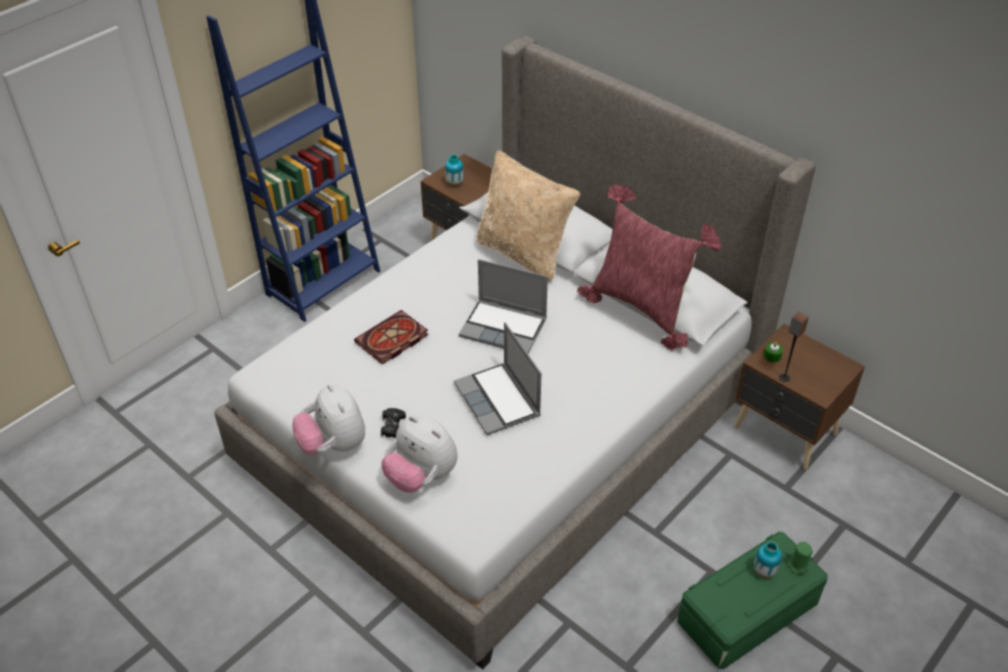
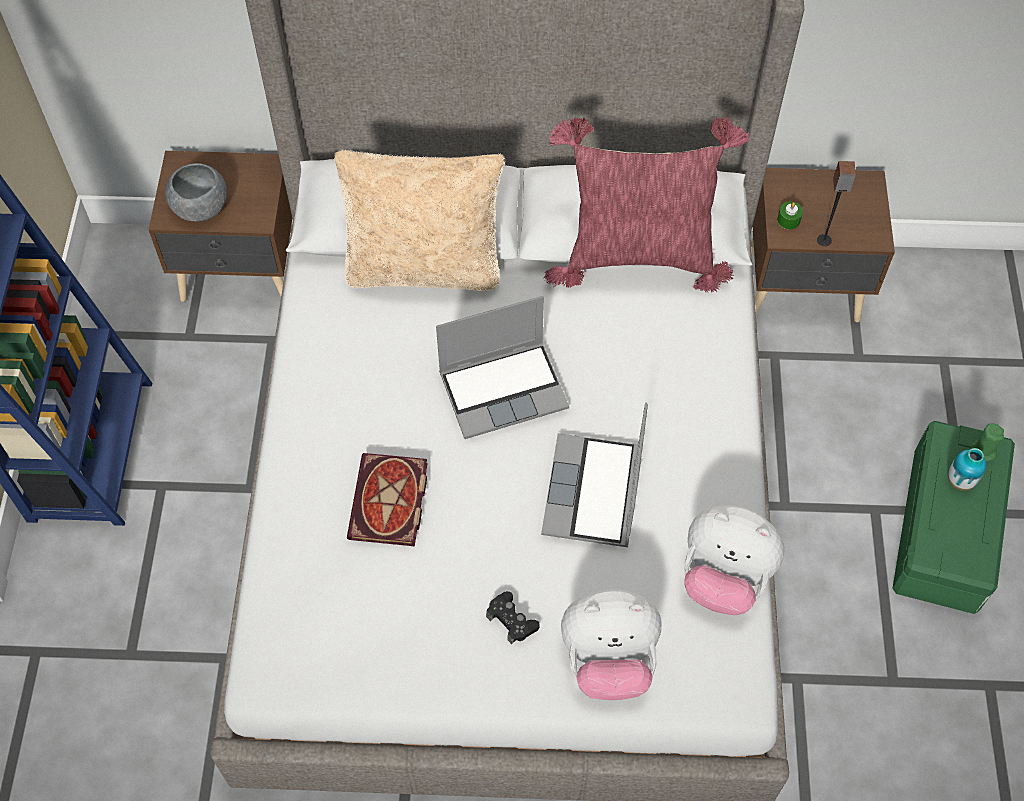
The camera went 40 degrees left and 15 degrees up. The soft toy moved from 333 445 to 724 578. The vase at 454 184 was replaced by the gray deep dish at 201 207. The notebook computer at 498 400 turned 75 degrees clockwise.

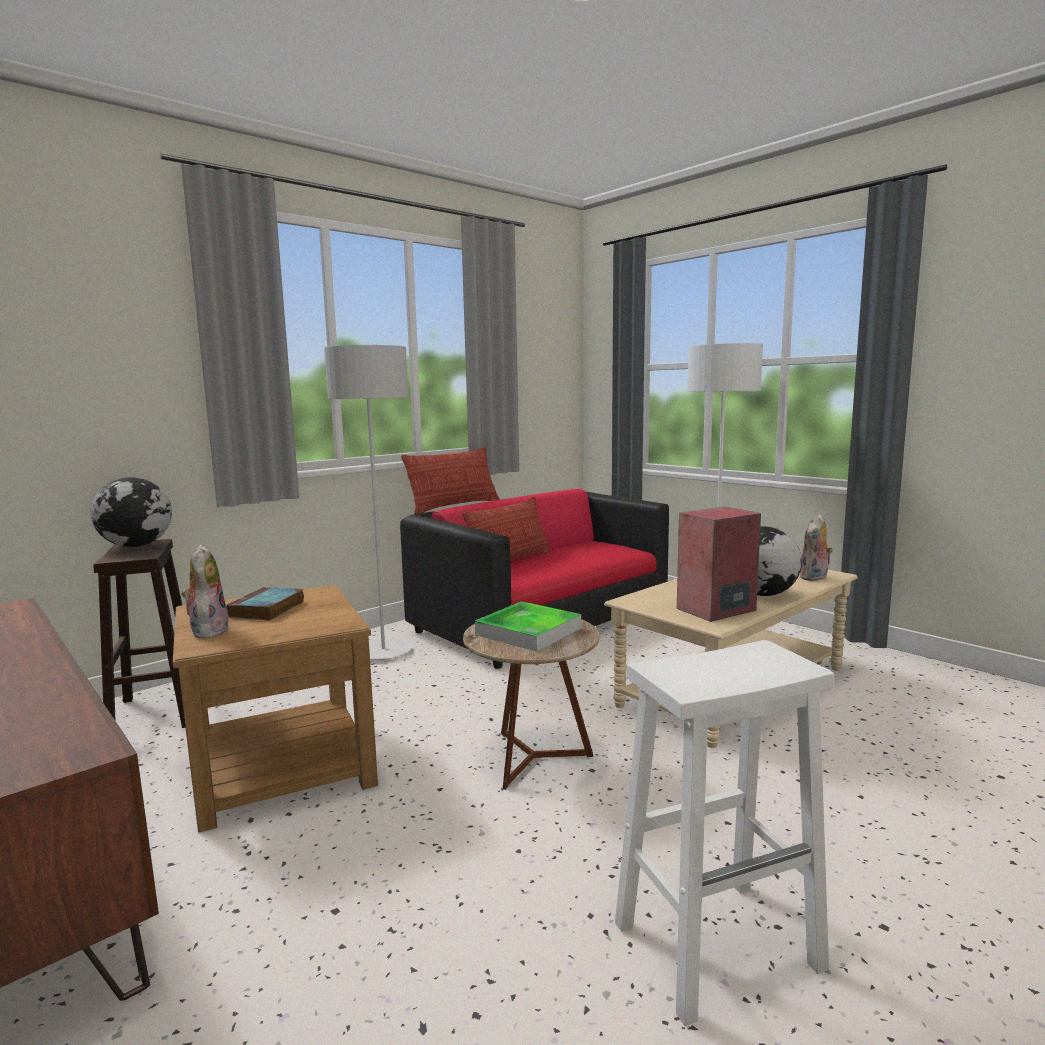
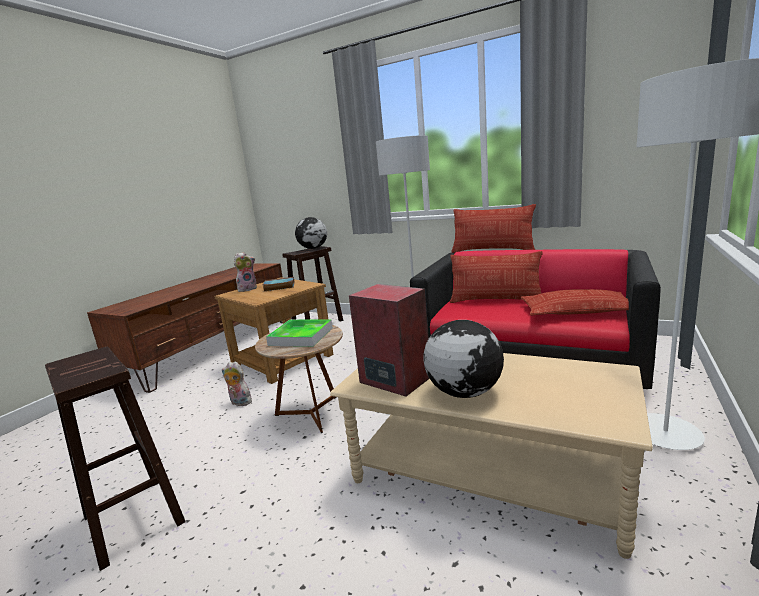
The camera went 70 degrees right and 5 degrees up. The throw pillow at 577 311 appeared. The soft toy moved from 814 578 to 239 403. The white stool seat at 719 944 became the brown-coloured stool seat at 134 520.

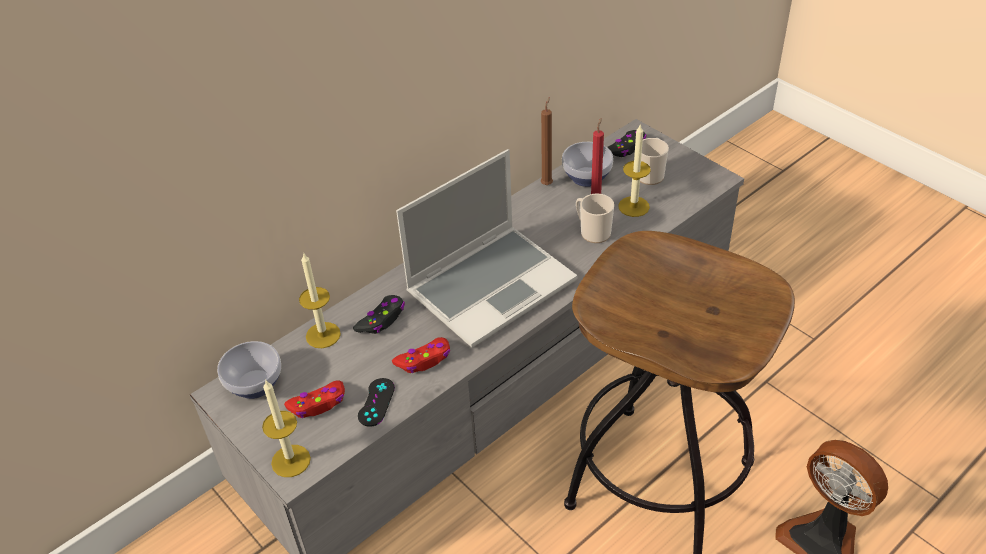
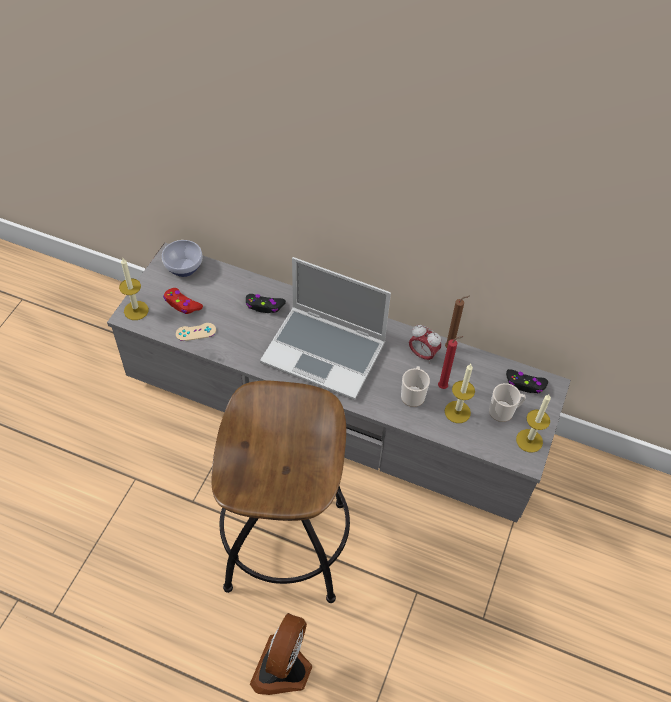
The camera went 60 degrees right and 10 degrees up. The red game controller at 424 360 disappeared. The deep dish at 585 177 disappeared. The bedside clock at 422 354 appeared. The wax candle moved from 323 335 to 529 440. The black game controller at 376 402 became the beige game controller at 196 332.

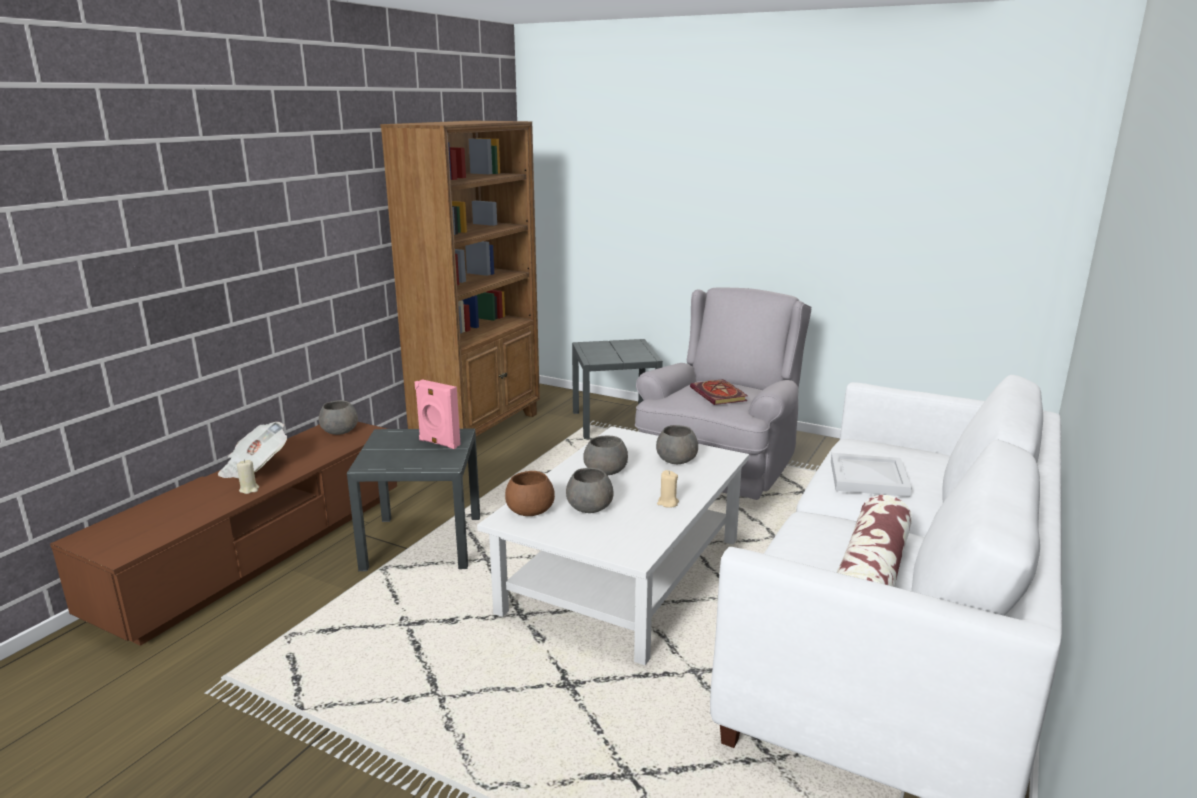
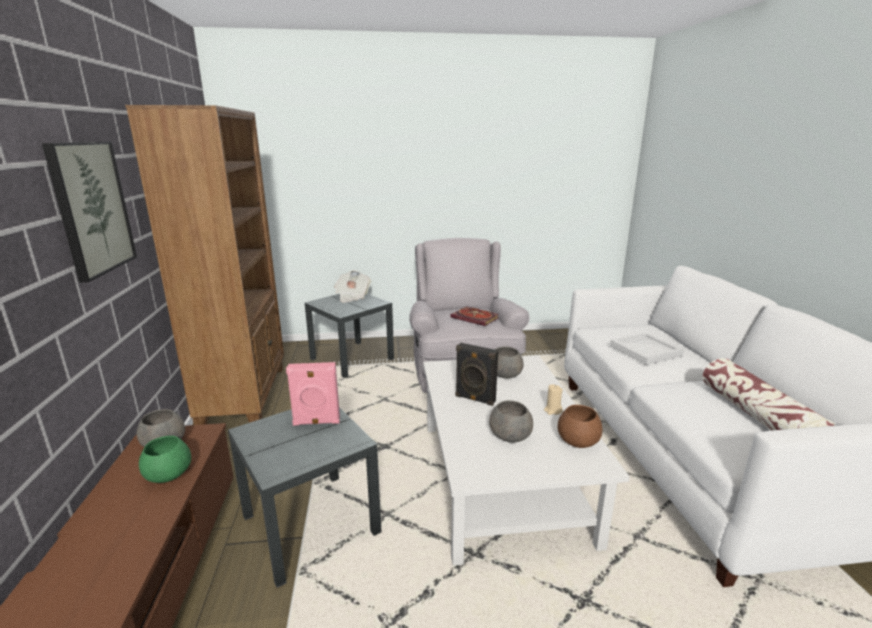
The camera went 35 degrees left and 0 degrees up. The beige wax candle at 249 489 disappeared. The wall art at 91 208 appeared. The green-coloured deep dish at 168 474 appeared. The newspaper moved from 255 467 to 352 296. The brown-coloured deep dish moved from 529 510 to 578 441. The gray deep dish at 606 470 was replaced by the black audio speaker at 475 399.

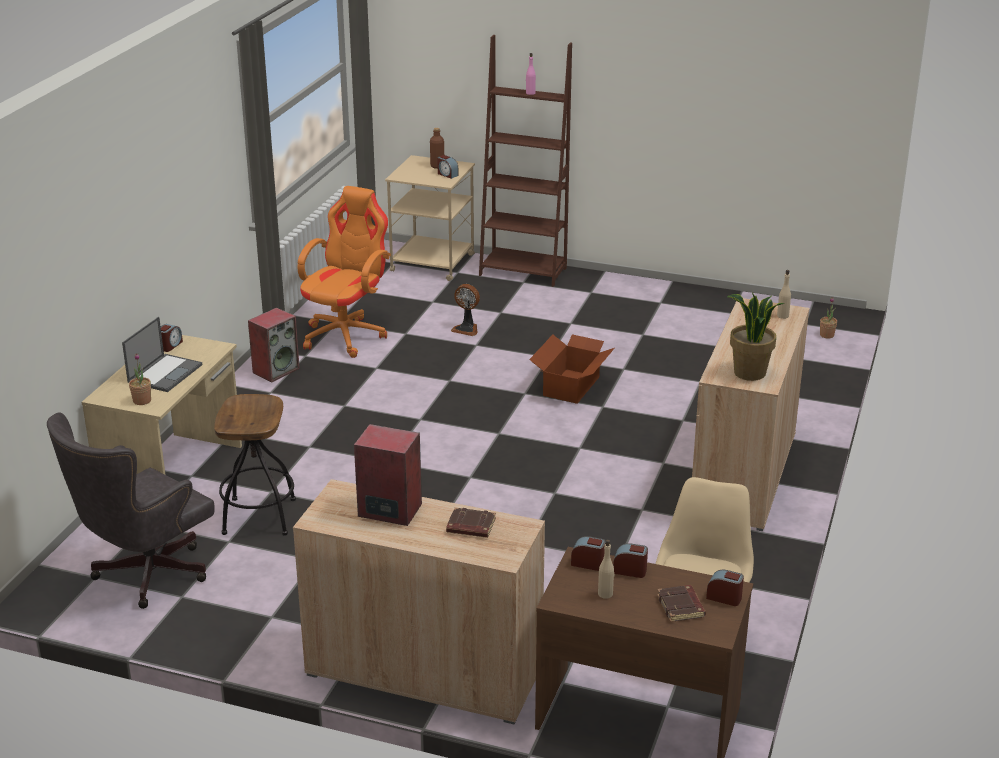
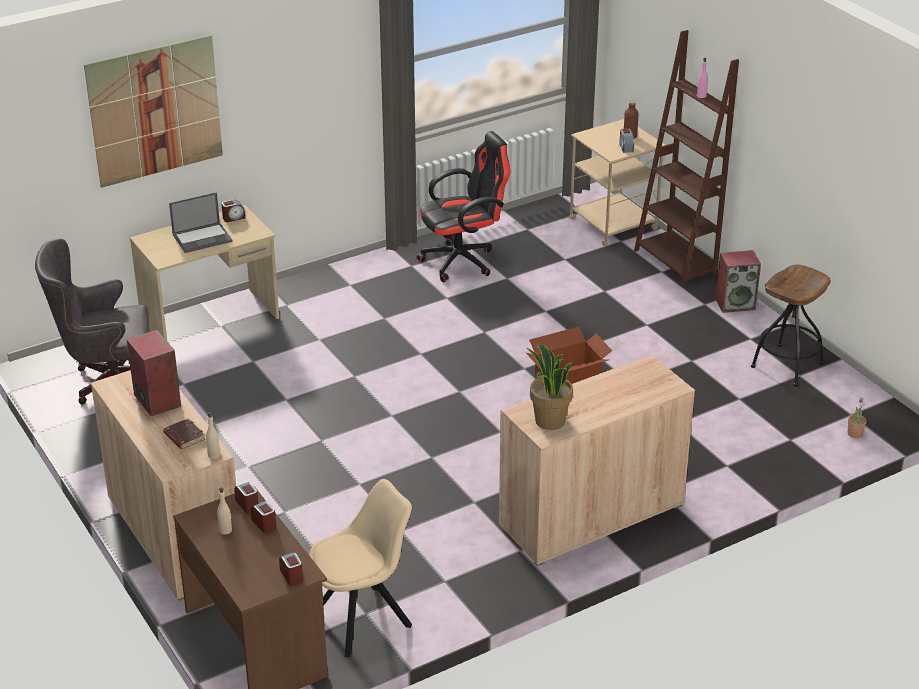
The camera went 40 degrees right and 5 degrees up. The houseplant at 142 401 disappeared. The electric fan at 466 329 disappeared. The brown-coloured bound book at 681 607 disappeared. The wall art at 155 111 appeared. The brown-coloured stool seat moved from 259 516 to 787 365. The audio speaker moved from 276 370 to 735 304. The beige drink bottle moved from 782 316 to 214 455. The orange office chair at 347 334 became the black office chair at 464 261.

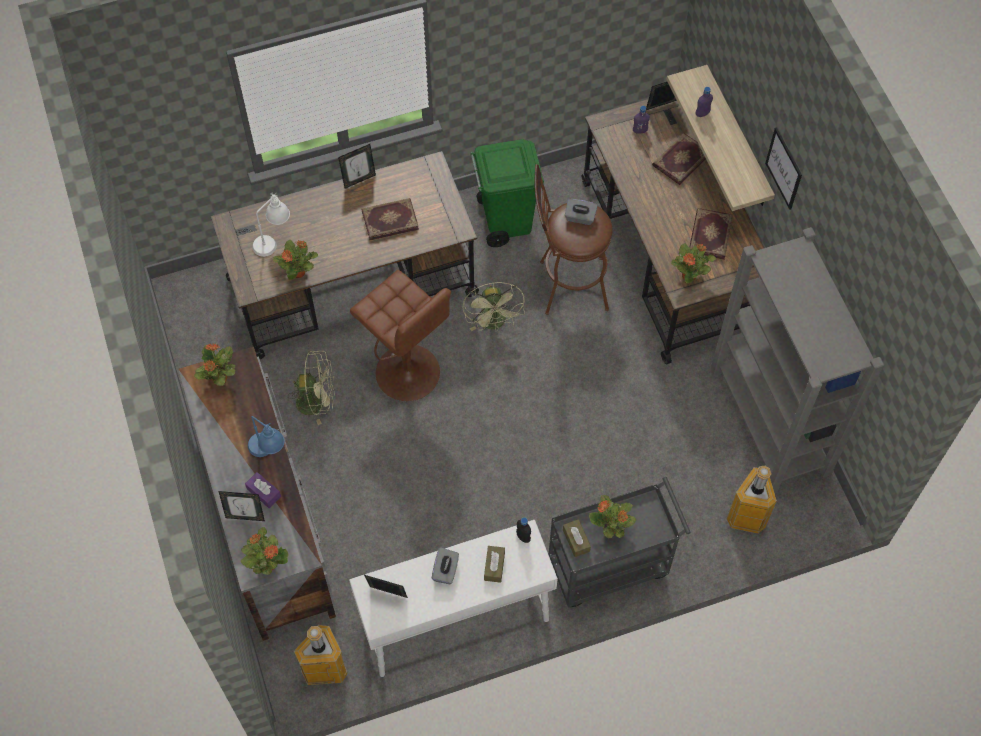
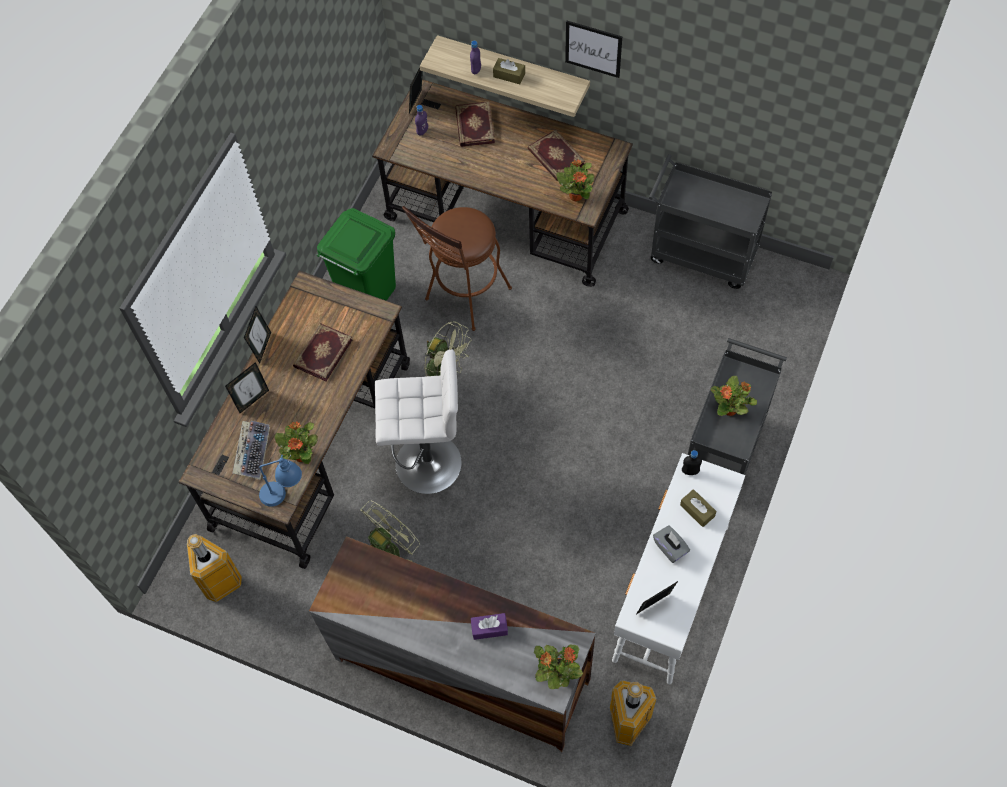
The camera went 45 degrees left and 0 degrees up. The houseplant at 219 378 disappeared. The gray box of tissues at 580 217 disappeared. The standing frame moved from 245 516 to 252 400. The blue-coloured tabletop lamp moved from 269 452 to 284 492. The brown-coloured box of tissues moved from 576 540 to 509 75. The waste bin moved from 747 515 to 220 580. The white tabletop lamp at 273 240 was replaced by the PC keyboard at 252 451. The gray bookcase at 770 421 was replaced by the gray trolley at 699 258. The brown-coloured stool seat at 407 373 became the white stool seat at 429 464.

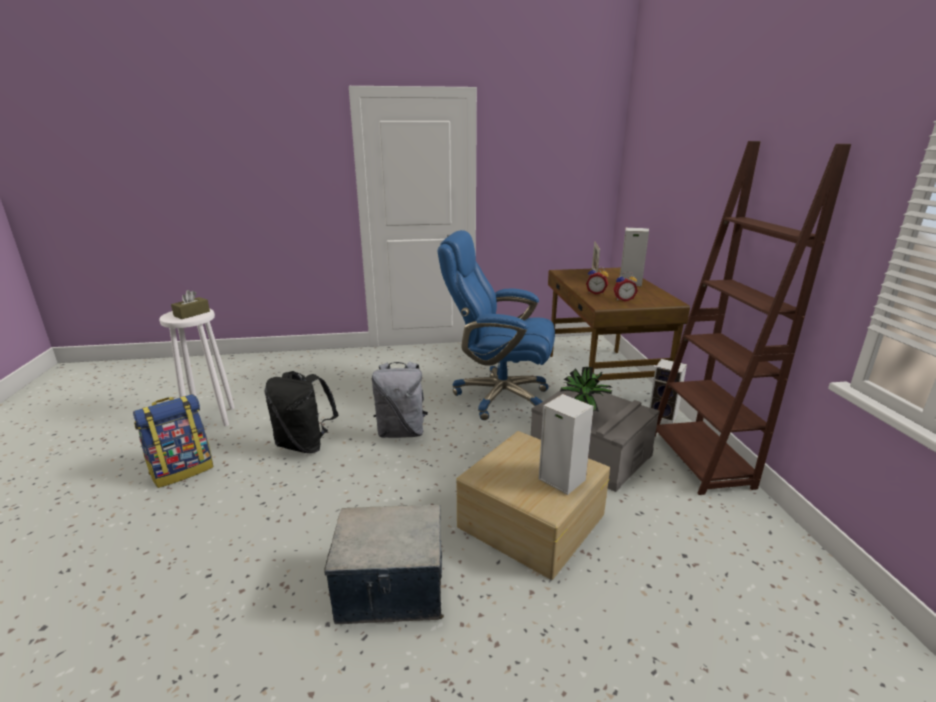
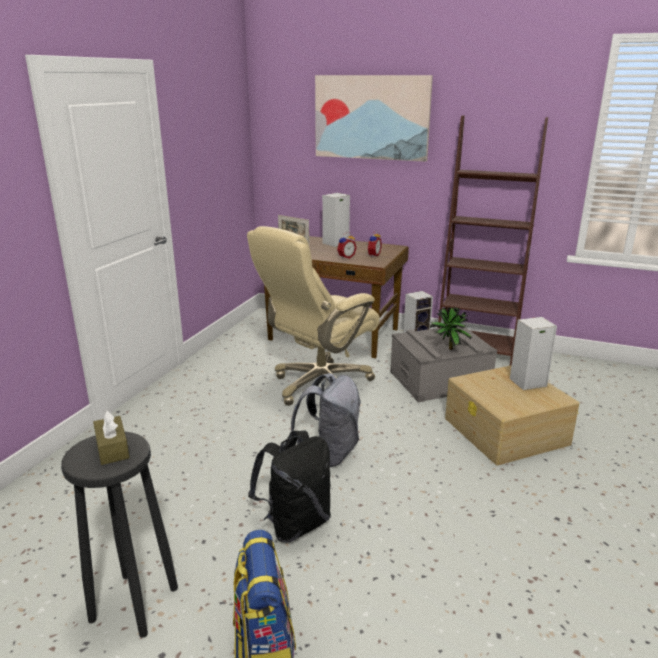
The camera went 60 degrees left and 0 degrees up. The storage container at 391 588 disappeared. The wall art at 371 117 appeared. The white stool seat at 210 418 became the black stool seat at 133 604. The blue-coloured office chair at 498 397 became the beige office chair at 318 386.

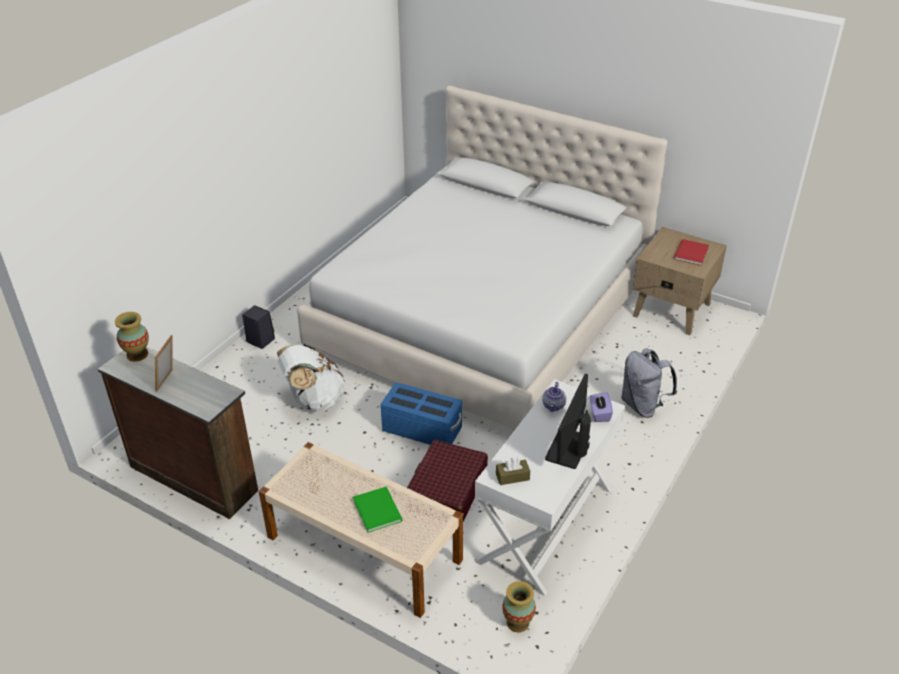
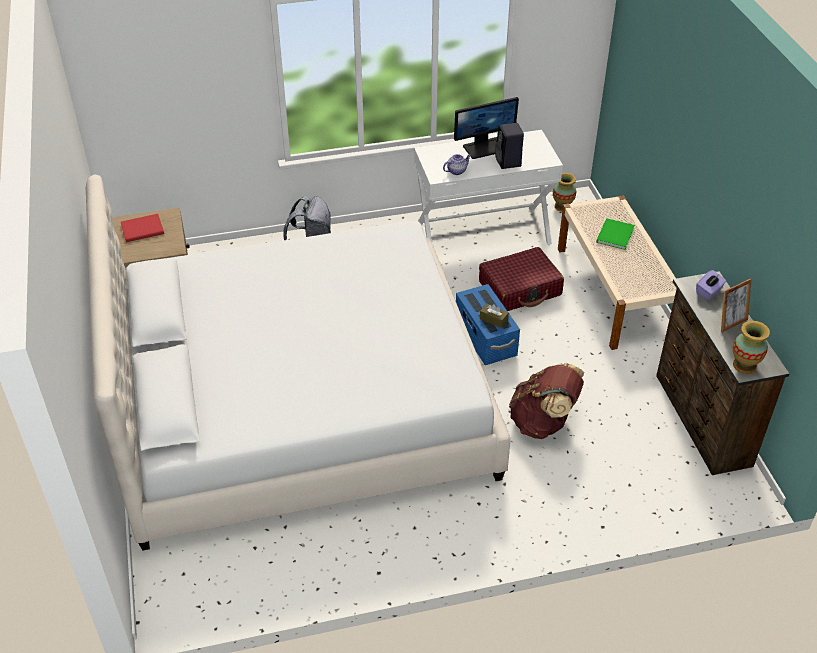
The camera went 135 degrees left and 5 degrees up. The black audio speaker moved from 259 340 to 508 162. The brown-coloured box of tissues moved from 512 477 to 493 319. The purple box of tissues moved from 599 414 to 709 292. The white backpack at 314 400 became the brown-coloured backpack at 543 423.

